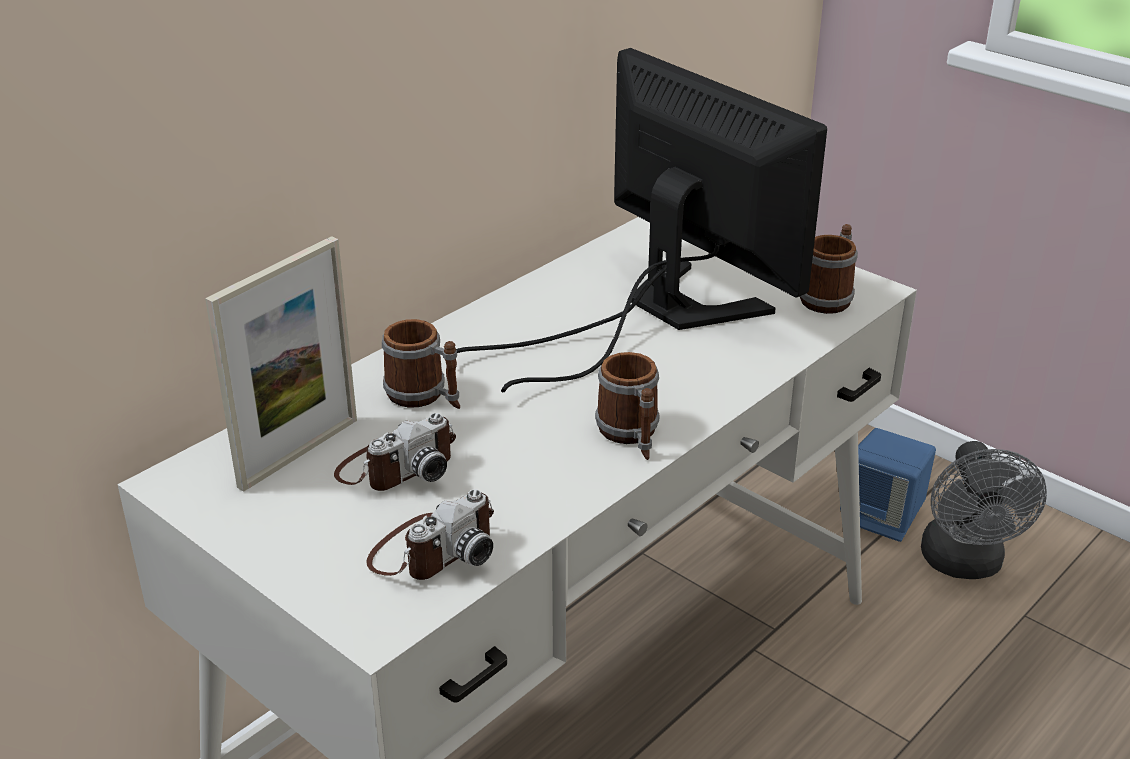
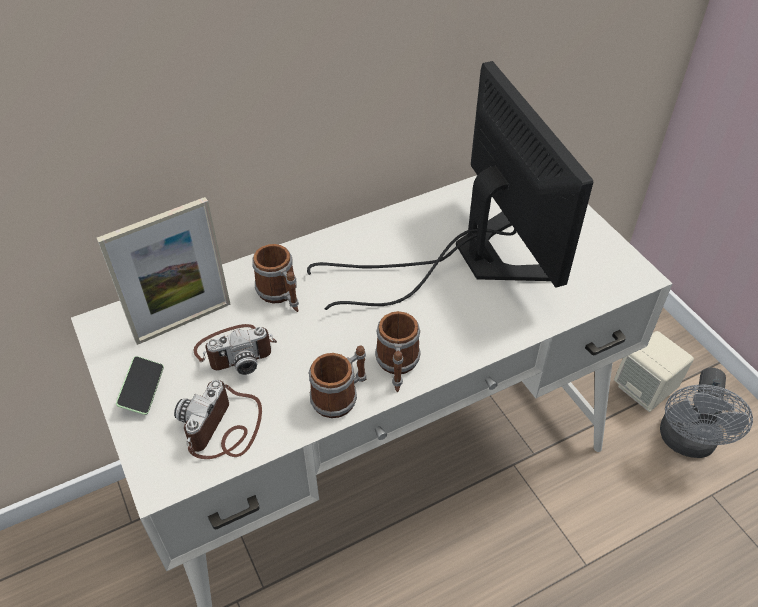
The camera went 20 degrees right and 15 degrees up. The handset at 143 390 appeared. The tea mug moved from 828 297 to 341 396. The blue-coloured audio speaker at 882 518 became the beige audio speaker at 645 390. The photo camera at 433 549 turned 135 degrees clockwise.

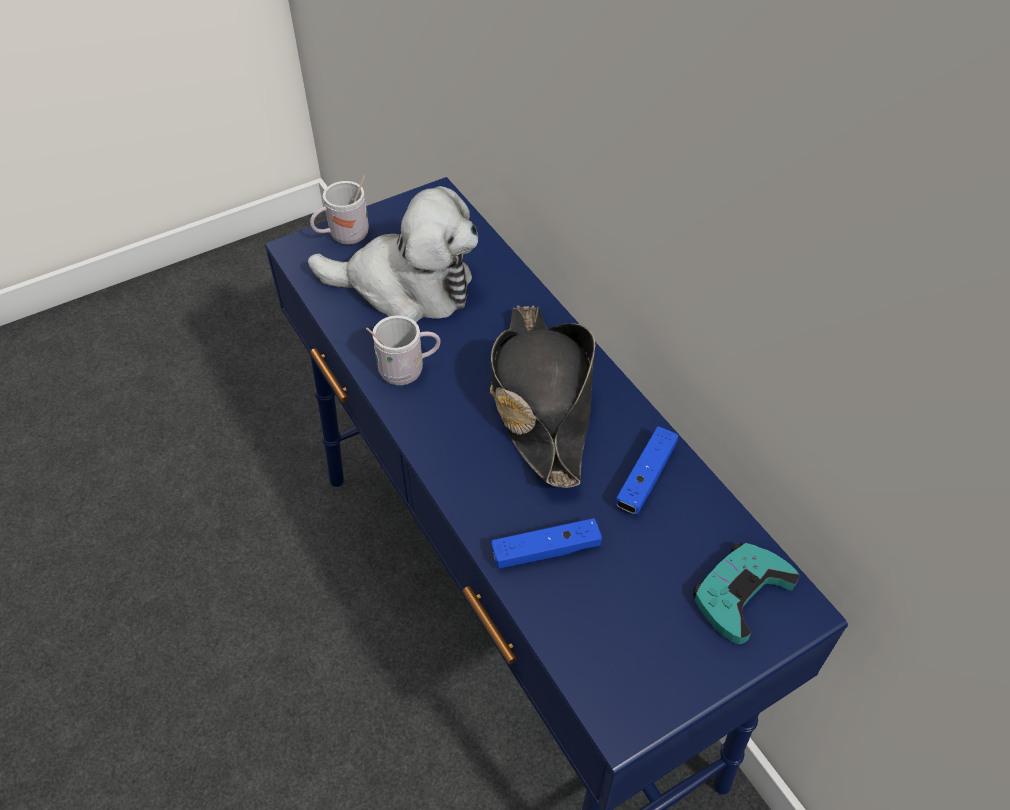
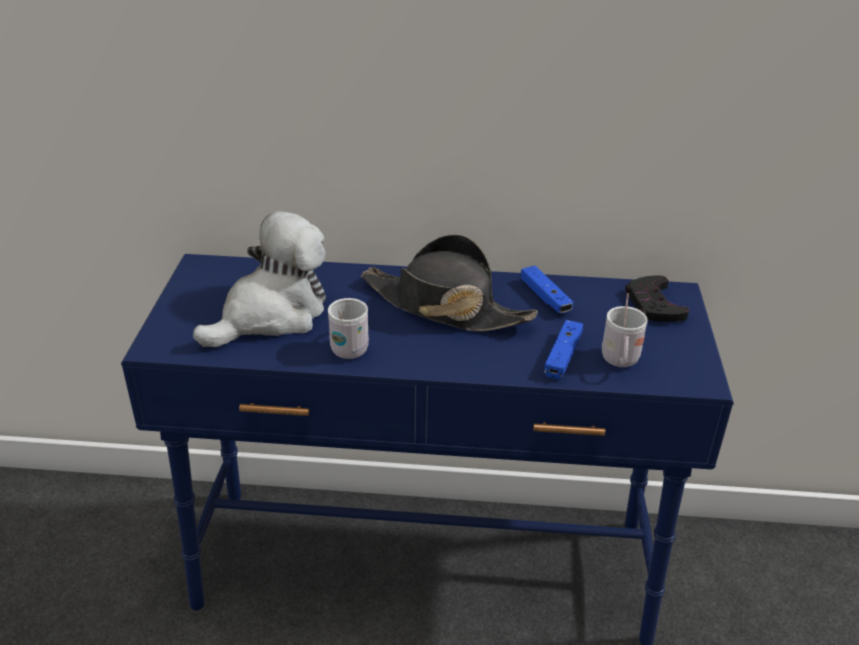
The camera went 55 degrees left and 15 degrees down. The white tea mug moved from 344 237 to 619 362. The blue-green game controller at 740 593 became the black game controller at 654 304.

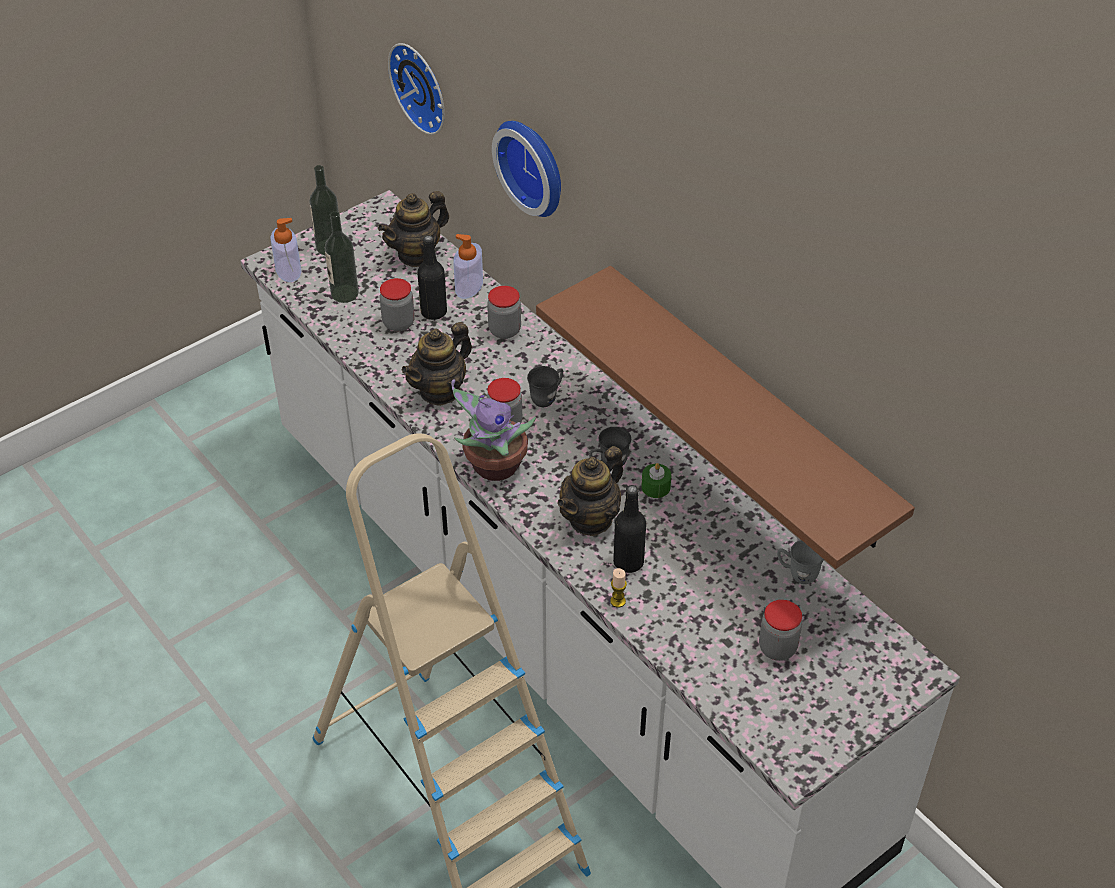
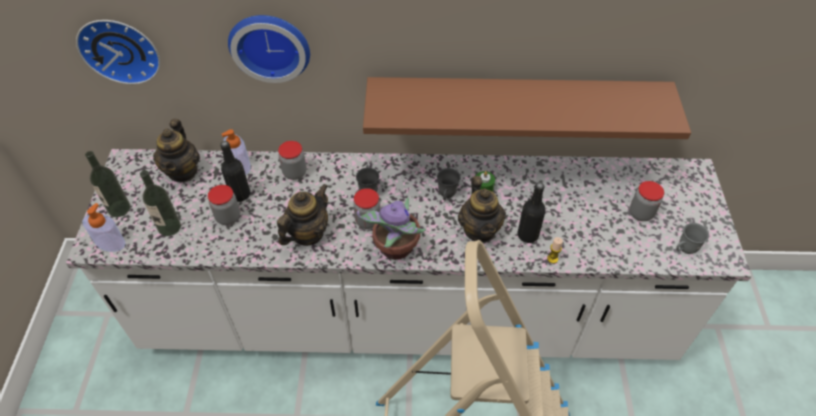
The camera went 50 degrees left and 5 degrees up. The gray tea mug moved from 797 574 to 684 249. The pot for tea at 440 390 turned 135 degrees counterclockwise.

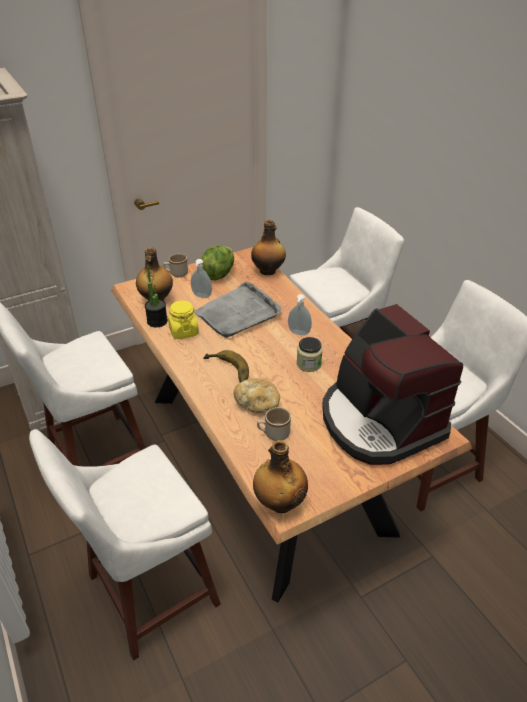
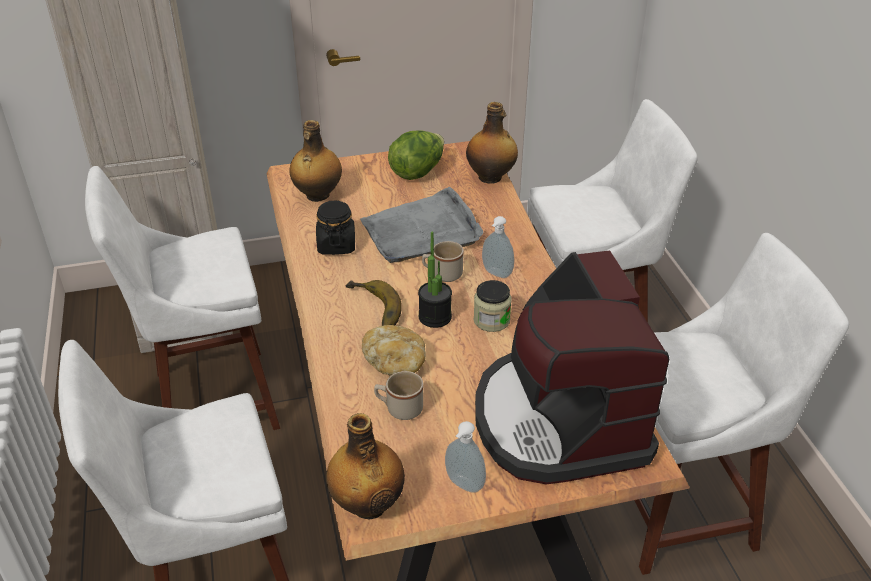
The camera went 15 degrees right and 0 degrees up. The houseplant moved from 157 321 to 435 317. The beige tea mug moved from 176 274 to 442 274. The soap bottle moved from 201 296 to 463 485. The yellowish storage jar at 183 331 became the black storage jar at 336 245.

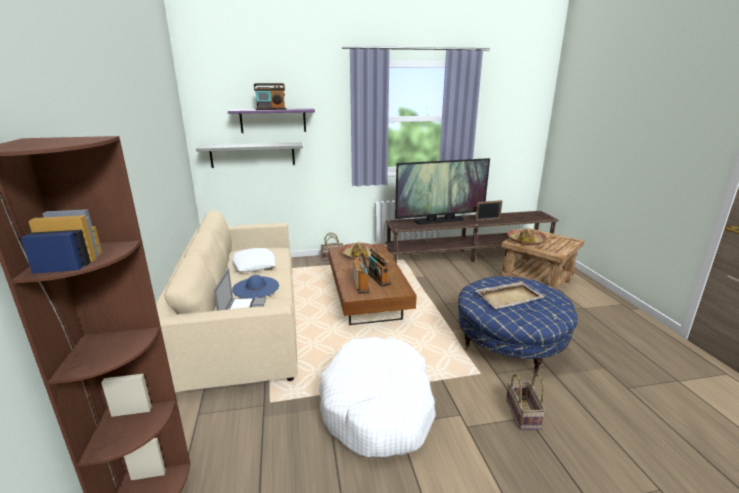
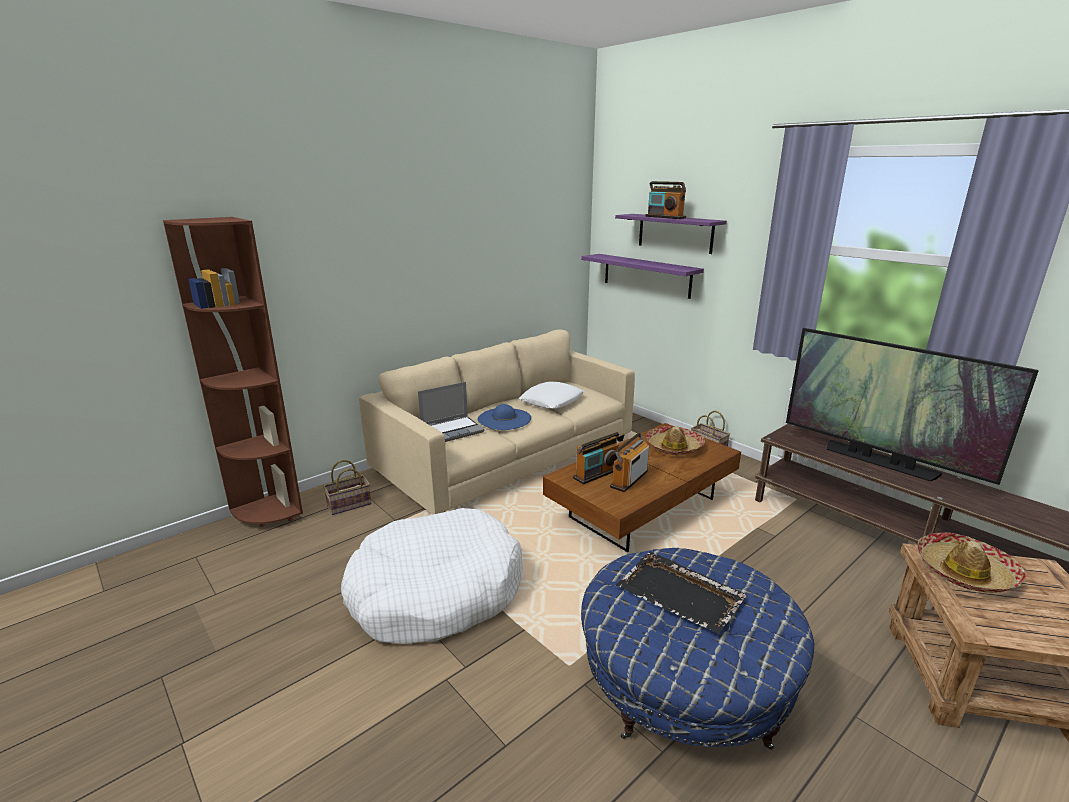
The camera went 60 degrees right and 0 degrees up. The standing frame at 487 220 disappeared. The basket moved from 523 415 to 348 505. The gray wall shelf at 252 155 became the purple wall shelf at 646 275. The beige tray at 509 297 became the black tray at 680 594.

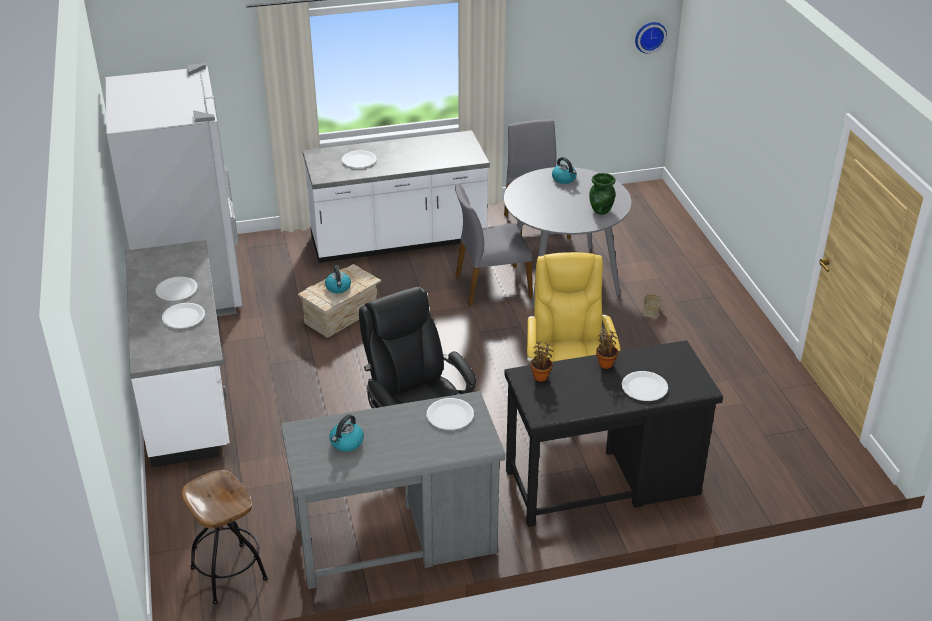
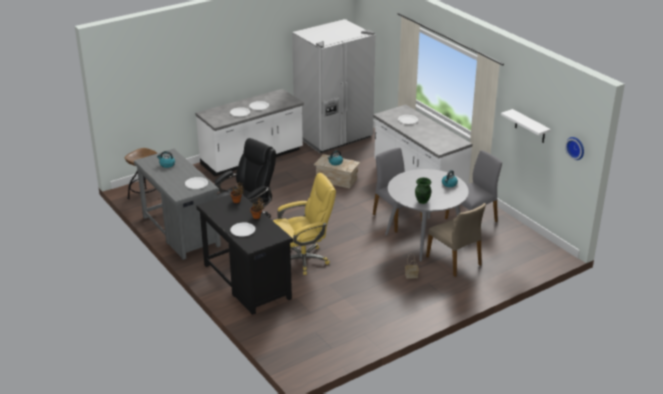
The camera went 70 degrees right and 5 degrees down. The beige plain chair at 454 261 appeared. The white wall shelf at 530 126 appeared.

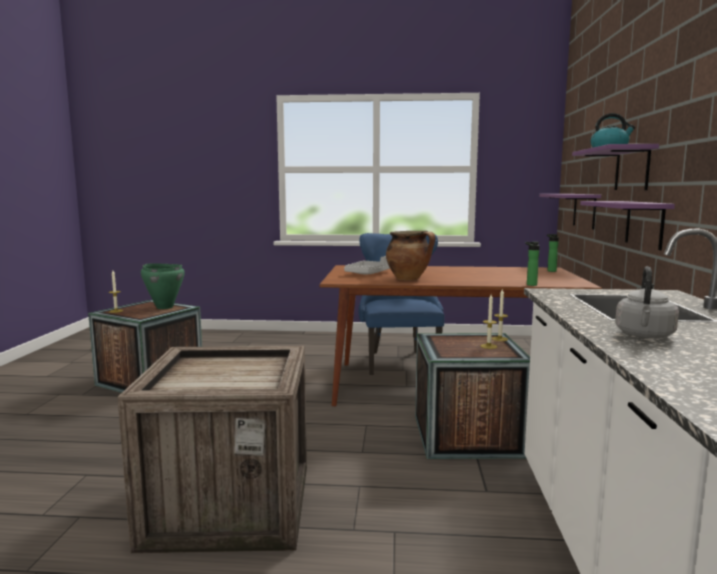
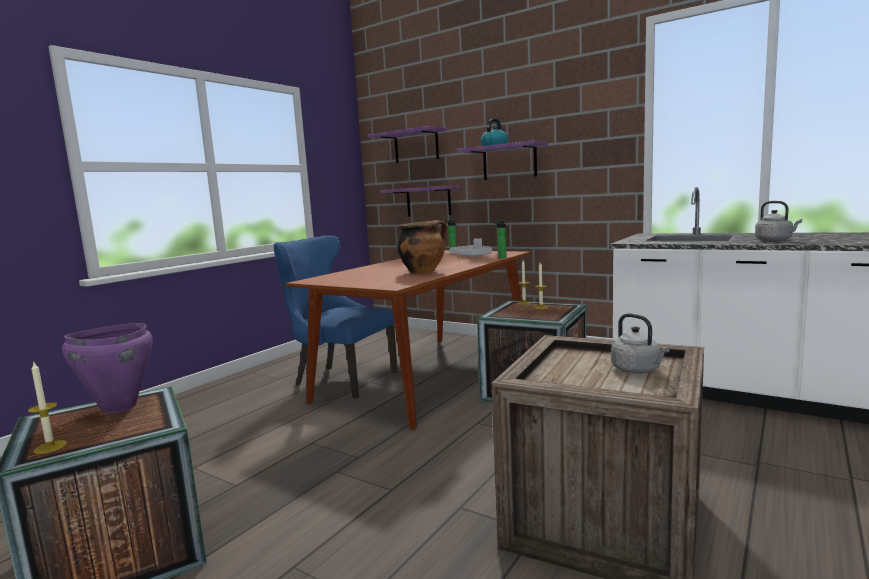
The camera went 60 degrees left and 0 degrees up. The gray water kettle at 638 370 appeared. The gray tray moved from 368 273 to 472 256. The purple wall shelf moved from 644 224 to 416 146. The green-coloured saucepot at 164 307 became the purple saucepot at 118 407.

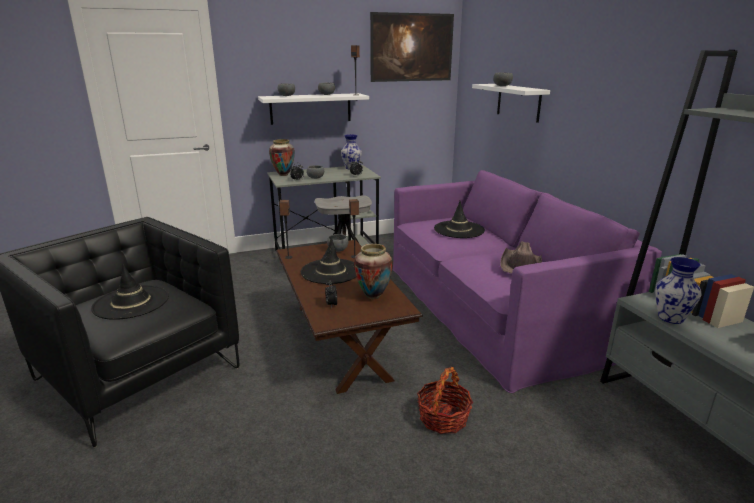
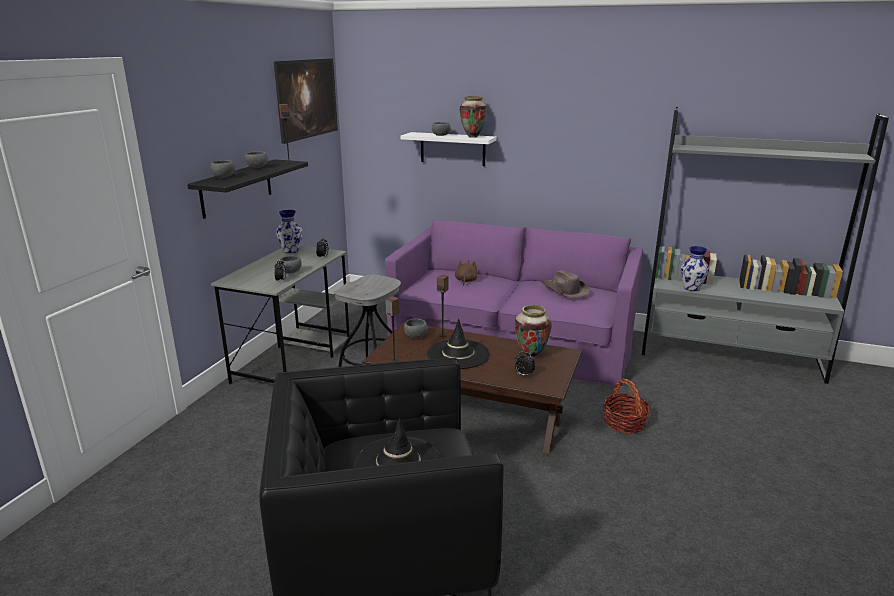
The camera went 50 degrees left and 0 degrees up. The vase moved from 283 175 to 473 137. The black clothing hat at 459 230 was replaced by the brown-coloured soft toy at 465 281. The white wall shelf at 310 108 became the black wall shelf at 236 188.

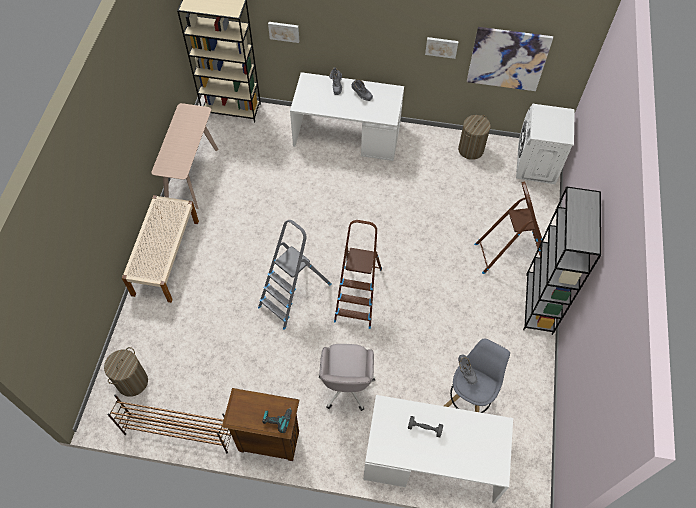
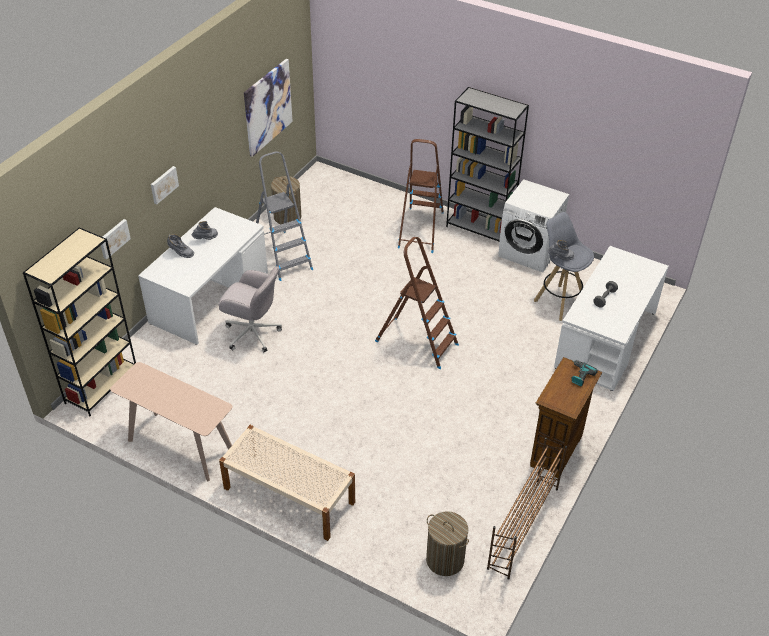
The camera went 70 degrees left and 15 degrees down. The gray step ladder moved from 294 296 to 282 255. The gray office chair moved from 346 387 to 253 334. The wall art moved from 441 46 to 163 184. The white washing machine moved from 536 165 to 529 254.

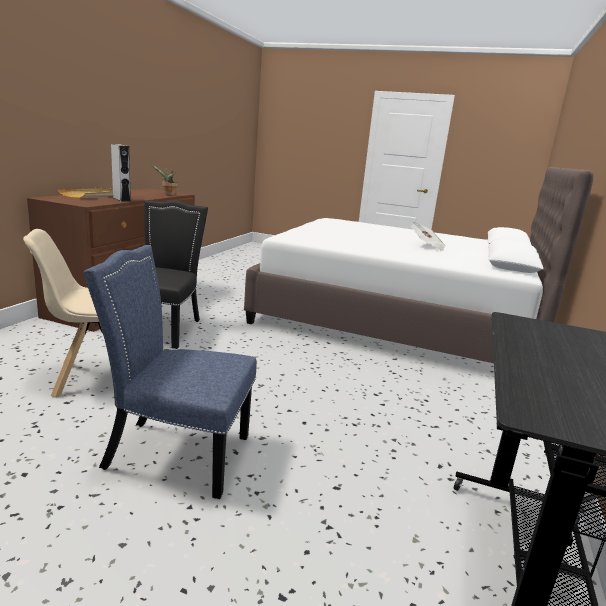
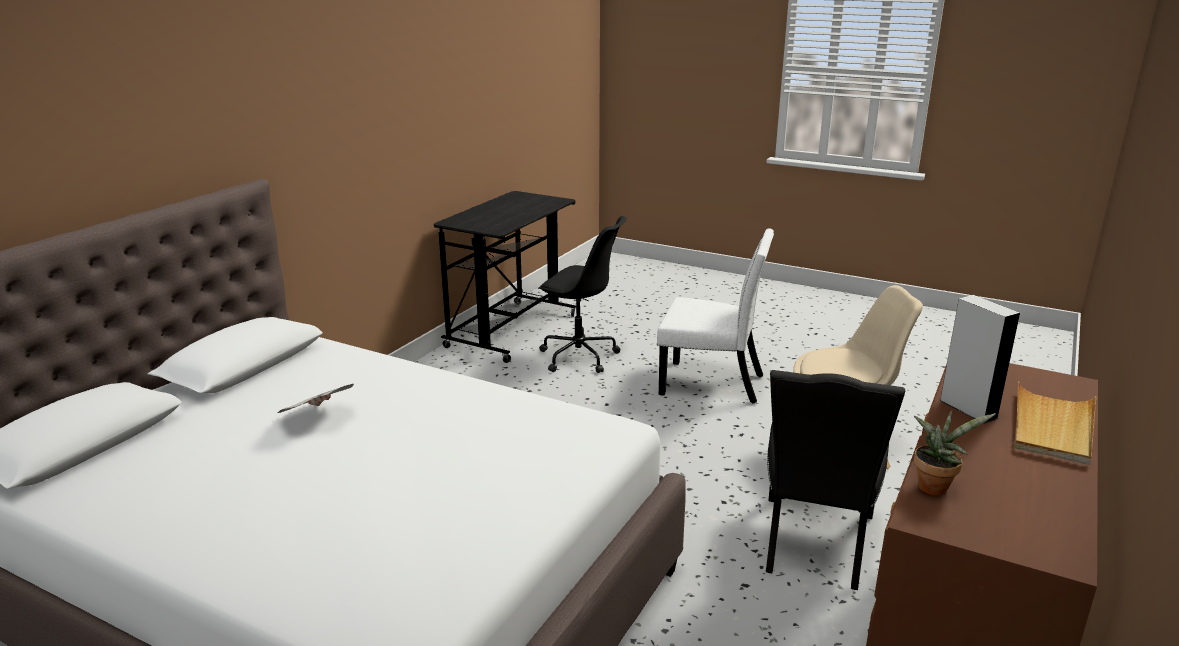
The camera went 170 degrees left and 5 degrees up. The black office chair at 580 357 appeared. The blue-coloured plain chair at 180 455 became the white plain chair at 709 383.

